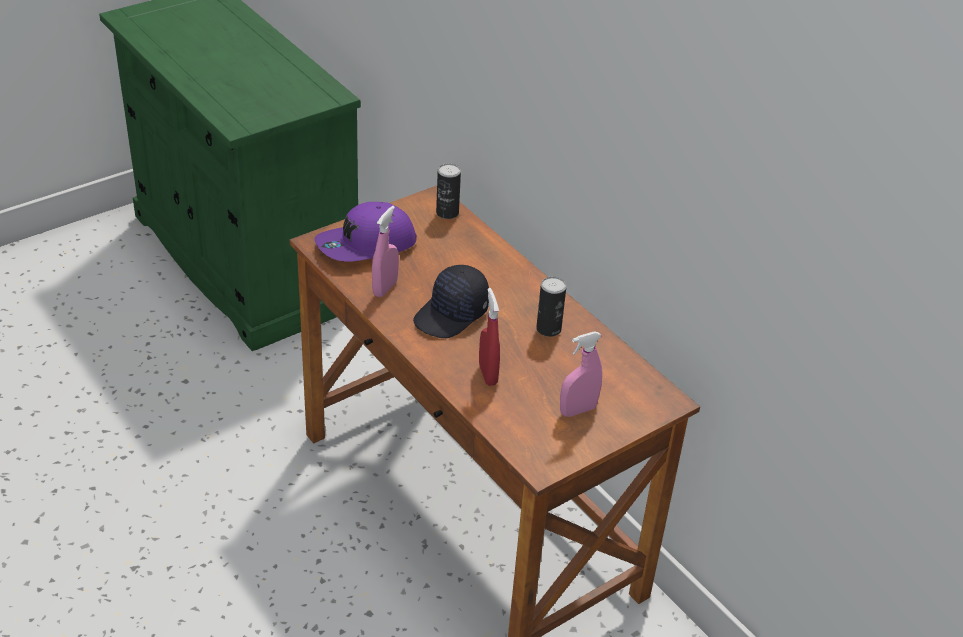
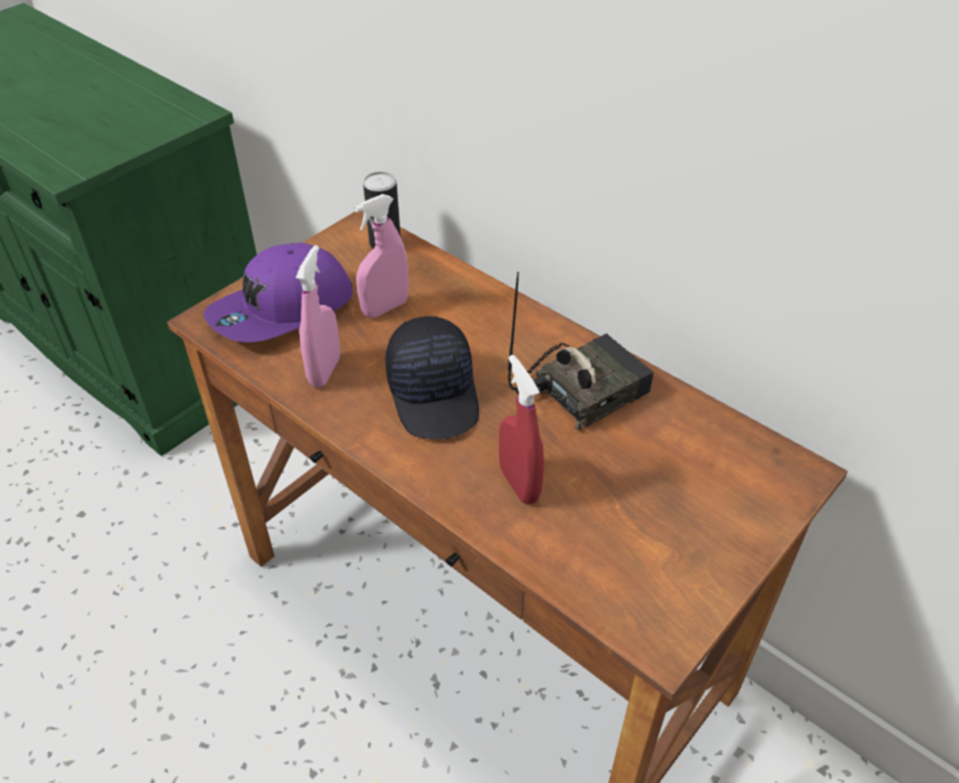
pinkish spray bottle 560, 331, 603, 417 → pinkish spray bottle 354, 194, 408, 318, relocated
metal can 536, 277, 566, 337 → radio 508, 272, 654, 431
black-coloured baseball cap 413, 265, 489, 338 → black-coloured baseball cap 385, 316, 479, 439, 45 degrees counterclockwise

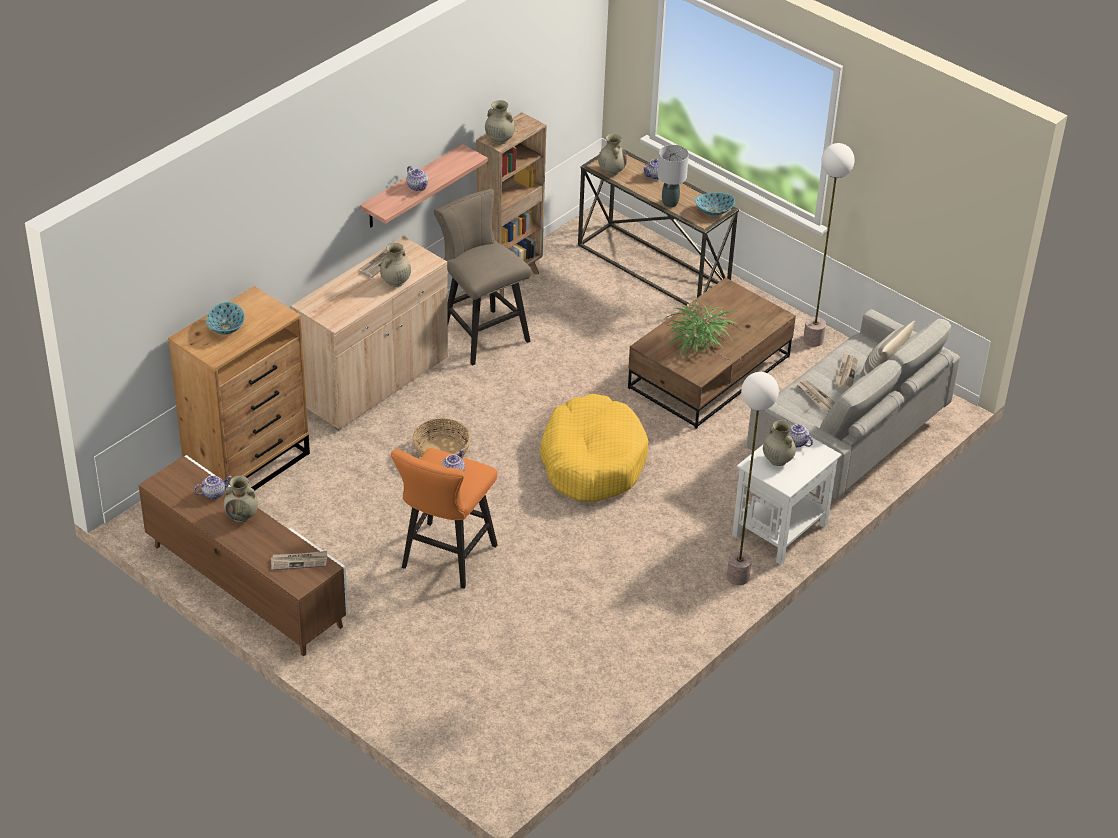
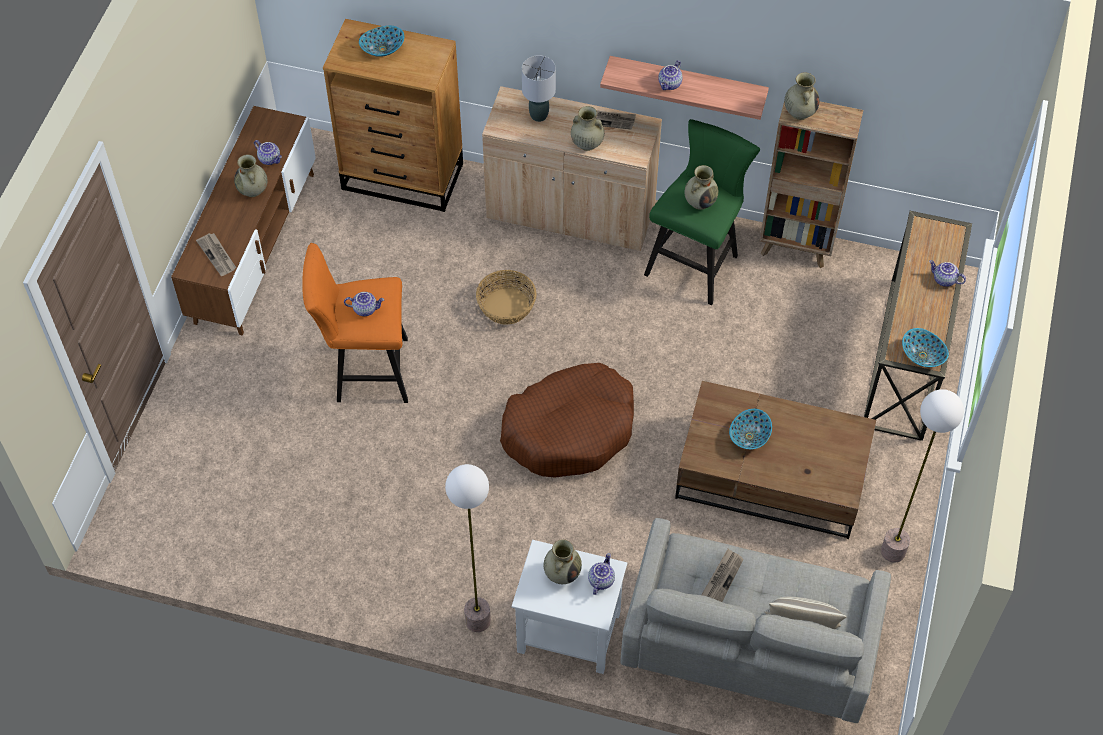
newspaper 834, 353, 858, 390 → -
beige-coloured flower vase 598, 134, 627, 175 → beige-coloured flower vase 685, 165, 718, 210, relocated
grey tabletop lamp 658, 145, 689, 208 → grey tabletop lamp 522, 55, 556, 122, relocated
houseplant 665, 299, 739, 357 → bowl 729, 409, 772, 449
beige-coloured sitting stool 434, 189, 531, 366 → green-coloured sitting stool 644, 119, 760, 305
yellow dog cushion 540, 394, 648, 502 → brown-coloured dog cushion 500, 363, 634, 478

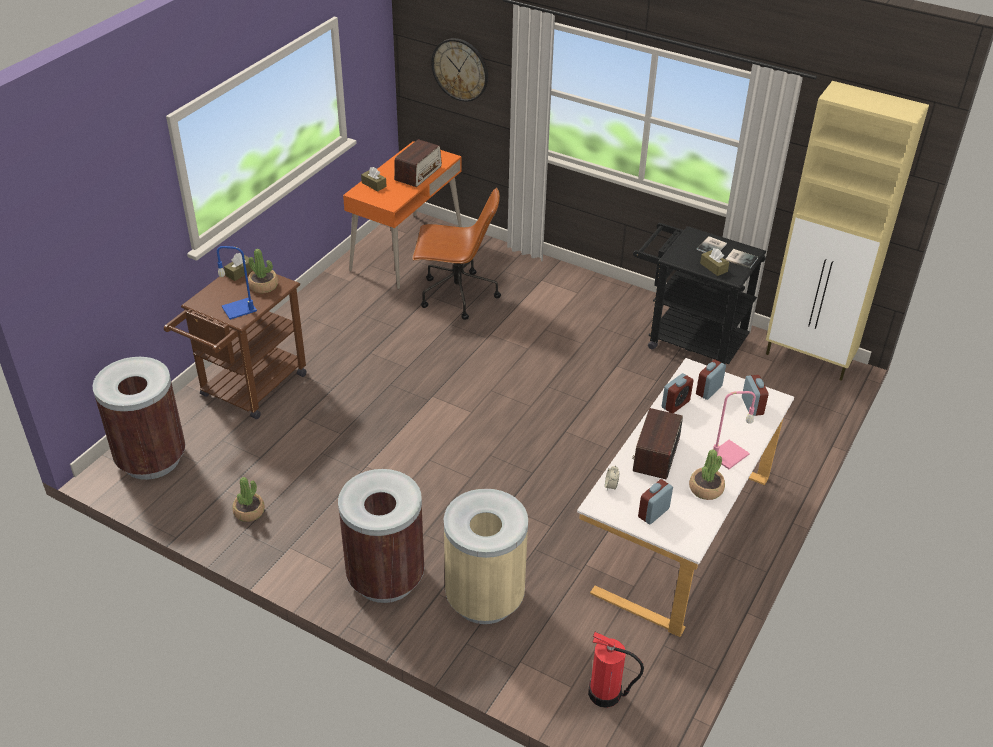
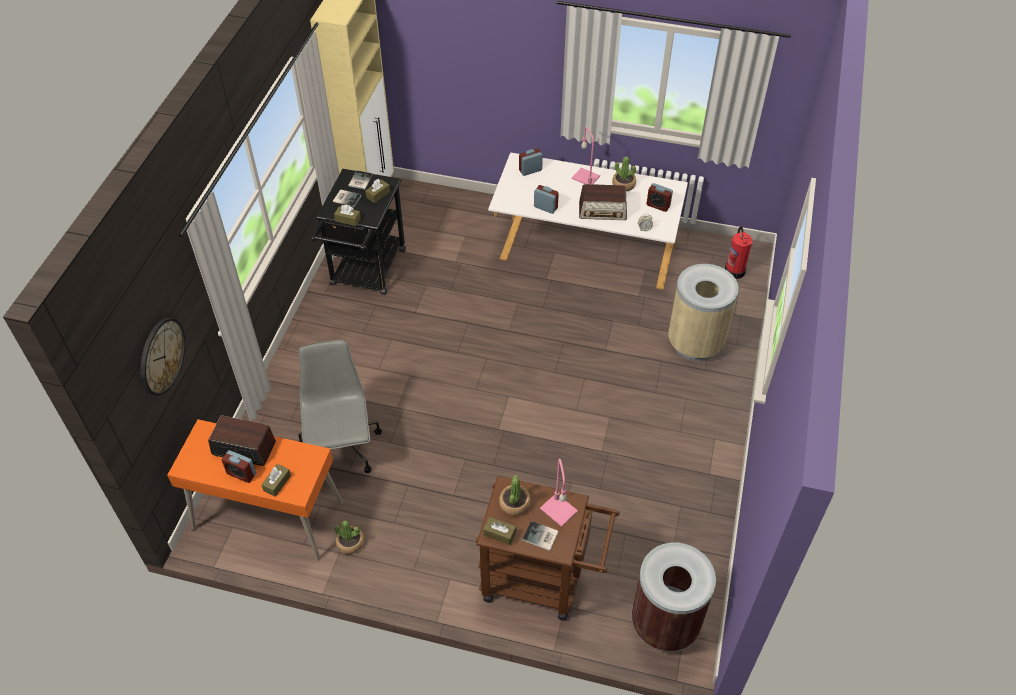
brown-coloured rubbish bin 338, 469, 424, 603 → -
- → brown-coloured tissue holder 334, 205, 361, 226
- → volume 522, 521, 559, 551
houseplant 232, 477, 265, 522 → houseplant 334, 520, 364, 554, relocated
bedside clock 696, 359, 726, 400 → bedside clock 222, 450, 256, 483, relocated
blue tabletop lamp 217, 246, 257, 320 → pinkish tabletop lamp 540, 459, 578, 527
brown-coloured office chair 412, 188, 501, 320 → grey office chair 298, 340, 382, 473

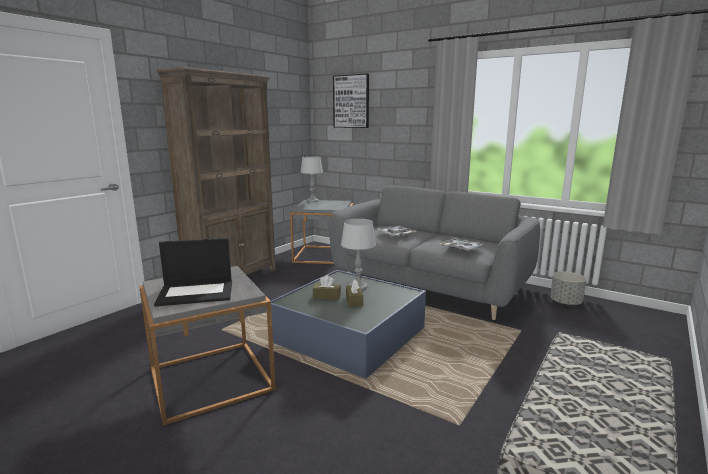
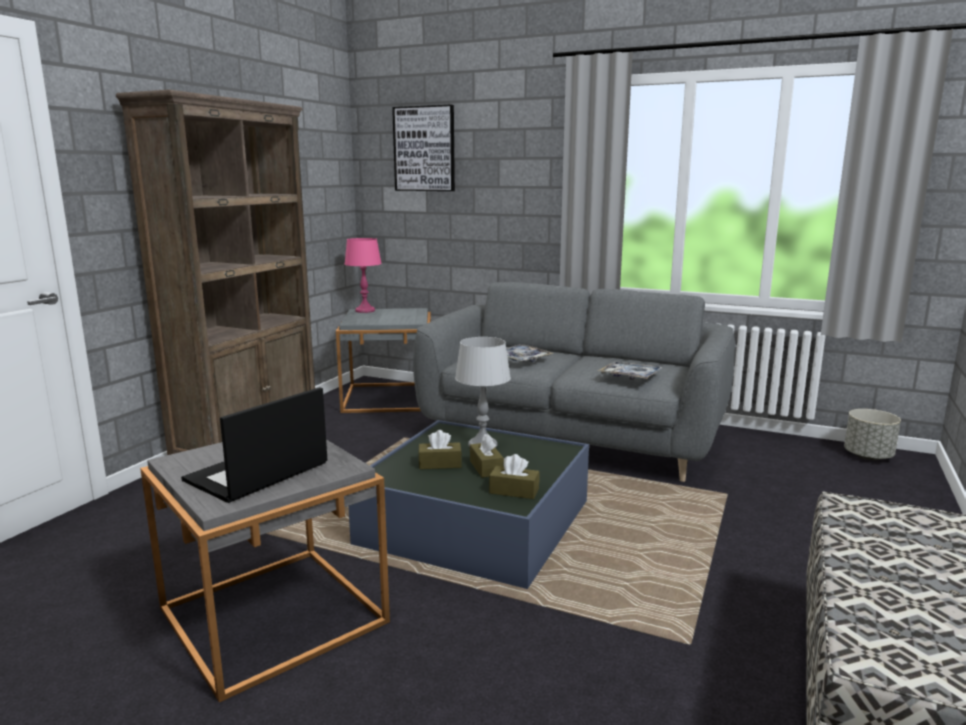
- → brown-coloured tissue holder 489, 454, 539, 499
grey planter 550, 271, 586, 306 → grey planter 844, 409, 901, 460, relocated
grey tabletop lamp 300, 156, 323, 202 → pinkish tabletop lamp 344, 238, 382, 313
notebook computer 154, 238, 232, 307 → notebook computer 181, 387, 327, 503, 150 degrees clockwise

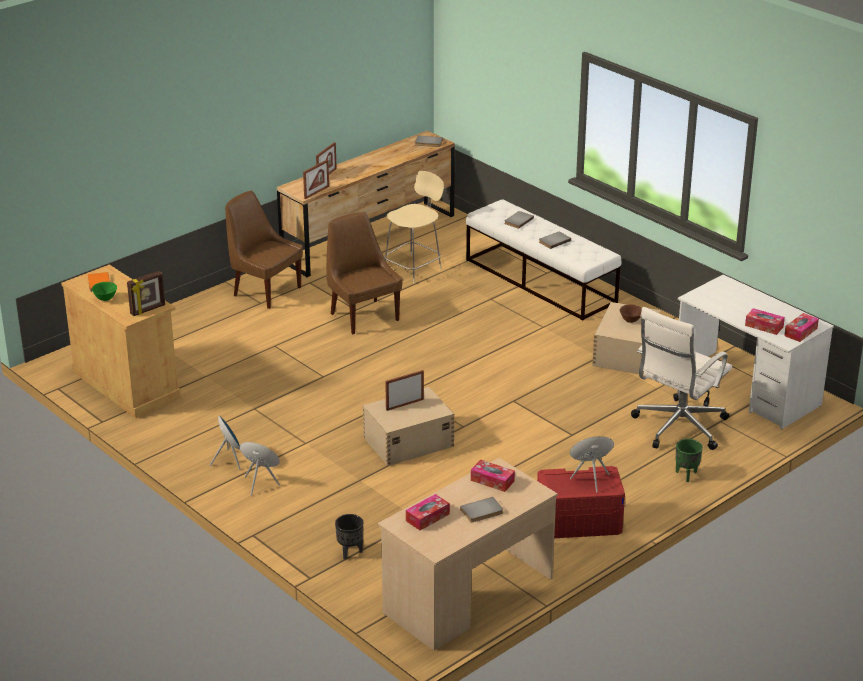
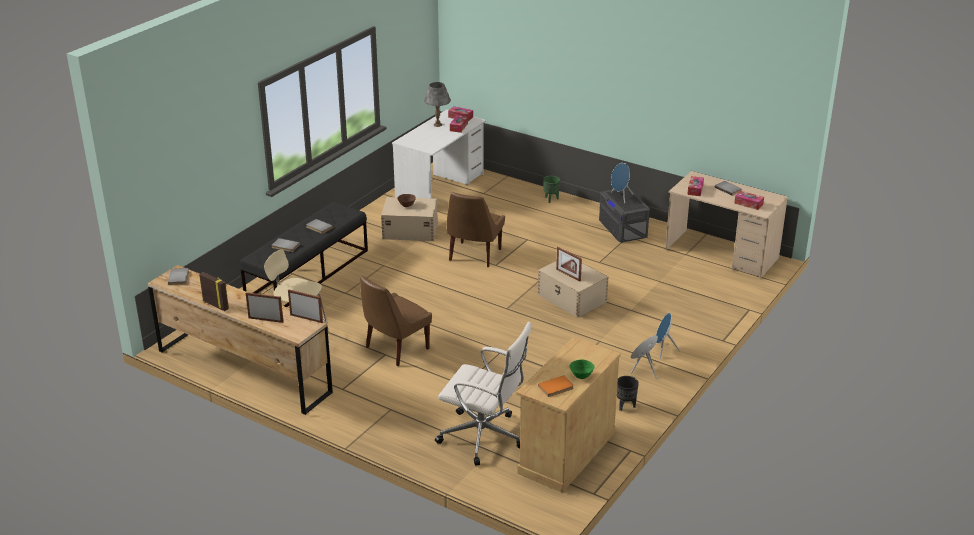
- → grey tabletop lamp 424, 82, 451, 127
picture frame 127, 271, 165, 316 → picture frame 199, 272, 229, 311, relocated
brown-coloured upright chair 225, 191, 303, 309 → brown-coloured upright chair 447, 192, 505, 267, relocated
black-coloured planter 335, 514, 363, 560 → black-coloured planter 617, 376, 639, 411, relocated
white-coloured office chair 631, 307, 732, 450 → white-coloured office chair 435, 322, 532, 466, relocated
white-coloured bench 466, 199, 621, 321 → black-coloured bench 239, 202, 368, 307
red storage container 537, 466, 625, 538 → grey storage container 599, 187, 650, 243

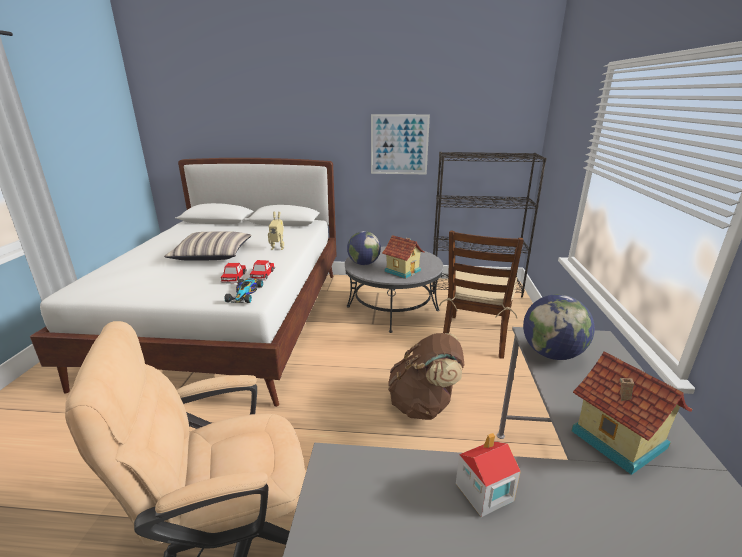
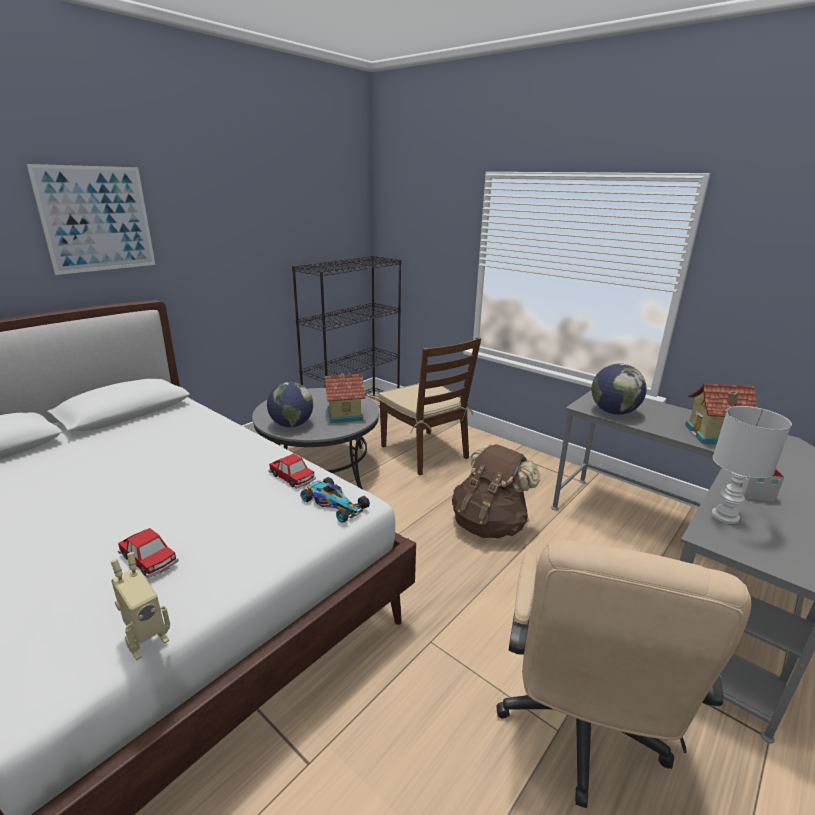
cushion 164, 231, 252, 261 → -
- → white-coloured tabletop lamp 712, 406, 792, 524
toy car 221, 263, 247, 284 → toy car 118, 528, 179, 578, relocated
toy robot 268, 212, 284, 250 → toy robot 111, 552, 170, 660, relocated
wall picture 371, 114, 430, 174 → wall picture 26, 164, 155, 275, relocated

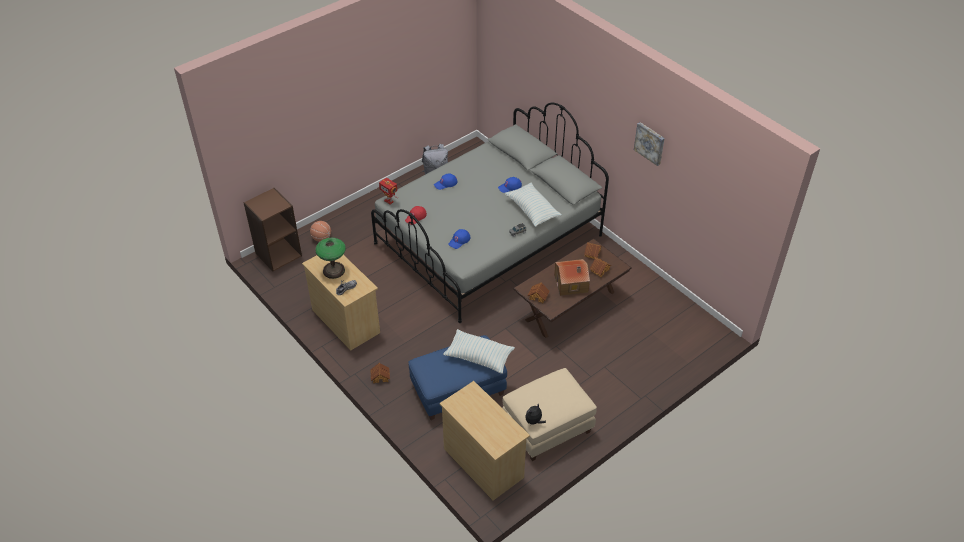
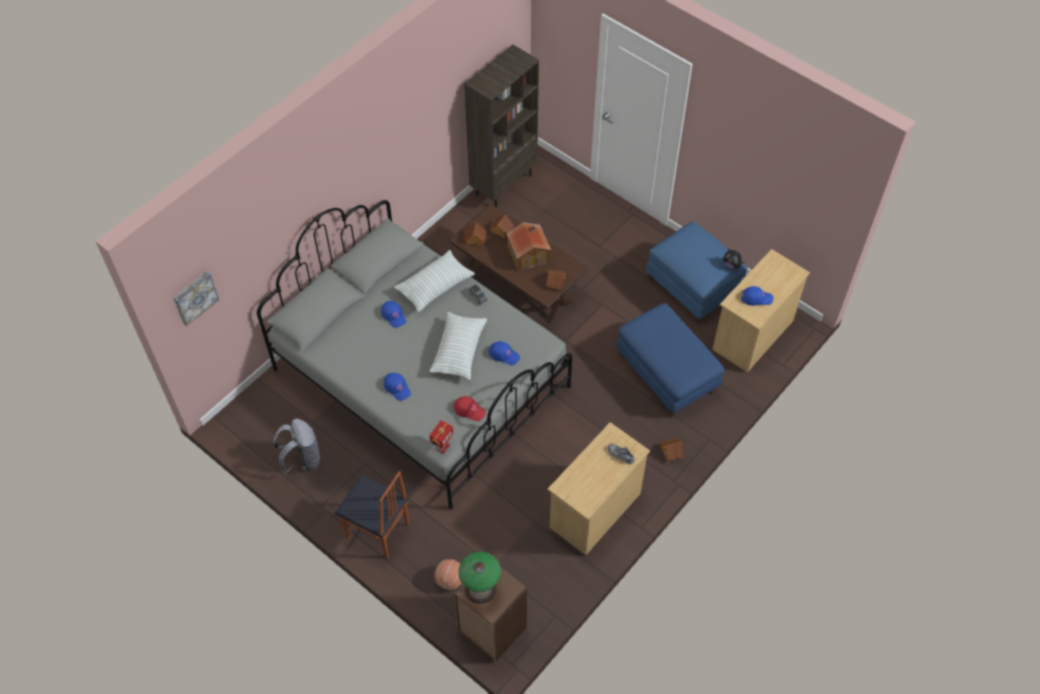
- → upright chair 335, 471, 409, 559
- → brown-coloured shelving unit 464, 44, 539, 207
- → blue baseball cap 741, 286, 774, 306
tabletop lamp 315, 238, 346, 279 → tabletop lamp 459, 552, 501, 604, relocated
cushion 443, 329, 515, 374 → cushion 429, 312, 487, 380, relocated
wall picture 634, 122, 665, 166 → wall picture 173, 271, 219, 326, relocated
beige-coloured footrest 502, 368, 597, 461 → blue footrest 646, 221, 747, 323

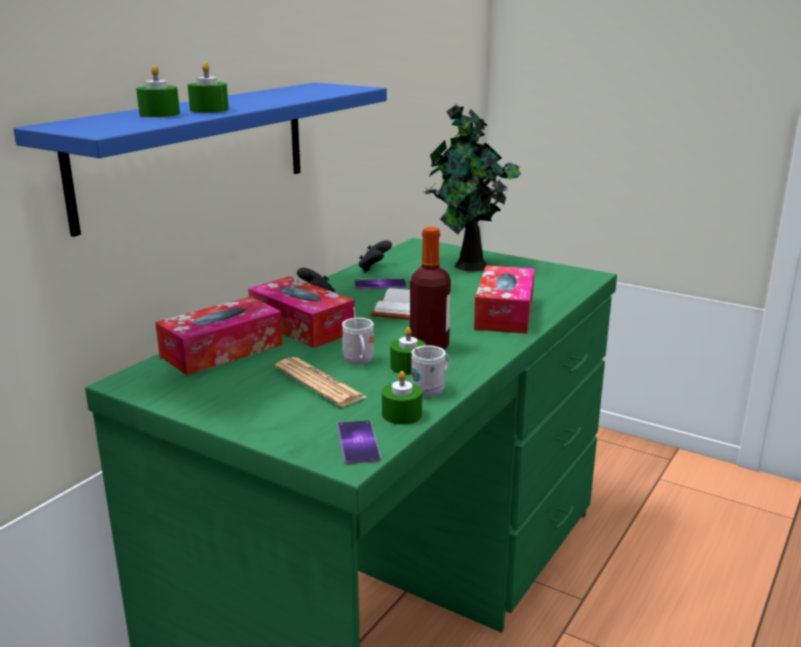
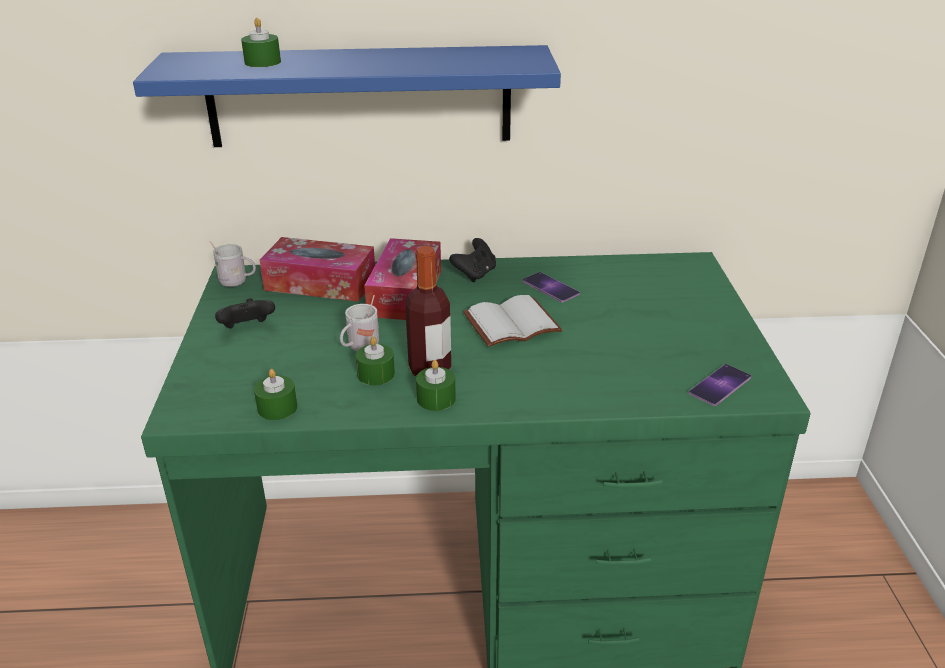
newspaper 275, 357, 366, 407 → -
houseplant 424, 104, 521, 271 → -
tissue holder 474, 265, 535, 334 → -
green-coloured candle 188, 62, 229, 113 → green-coloured candle 416, 360, 456, 411, relocated
telephone 337, 420, 381, 464 → telephone 689, 364, 751, 406, relocated
black-coloured gamepad 359, 240, 392, 272 → black-coloured gamepad 215, 298, 275, 328, relocated
white-coloured tea mug 411, 345, 449, 397 → white-coloured tea mug 209, 241, 256, 287, relocated

